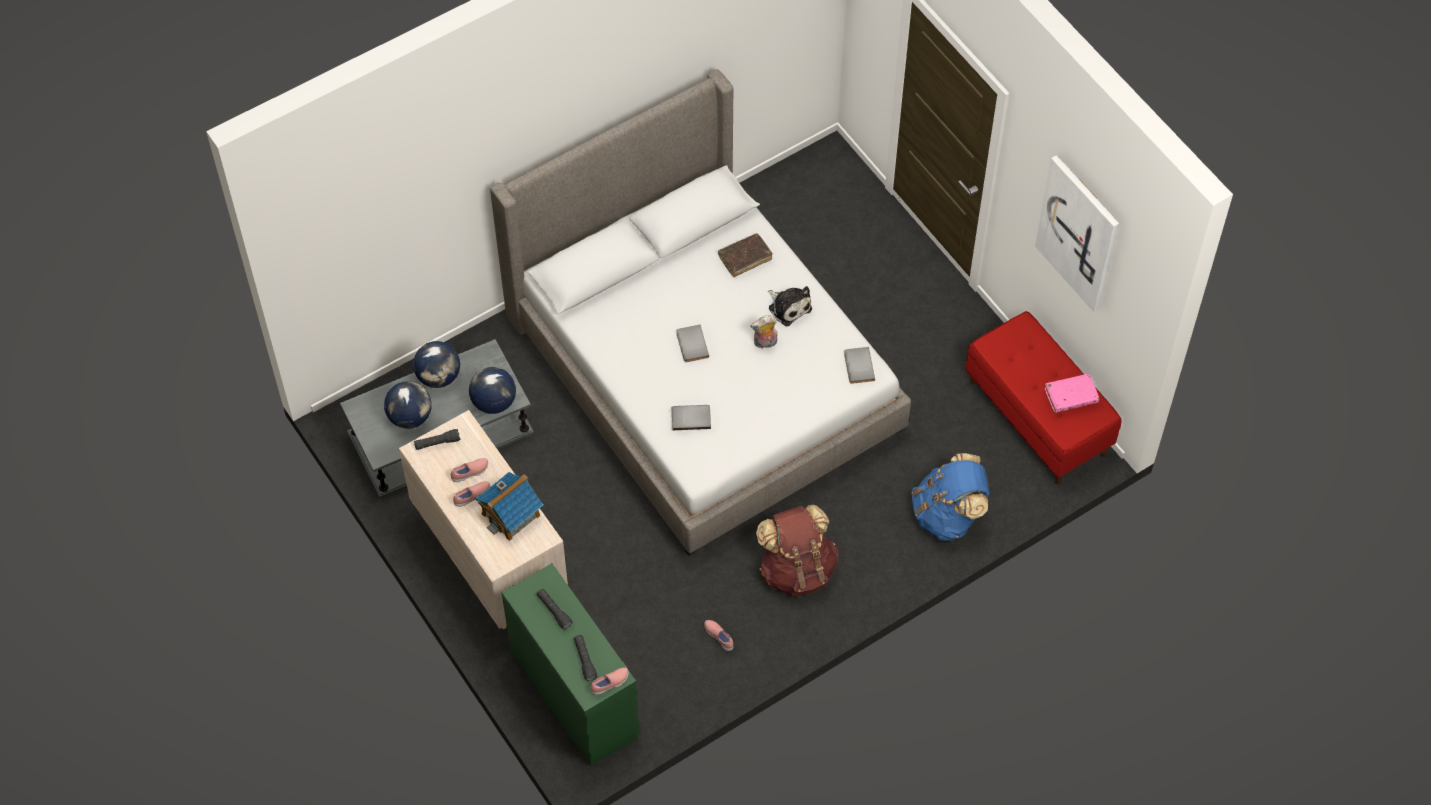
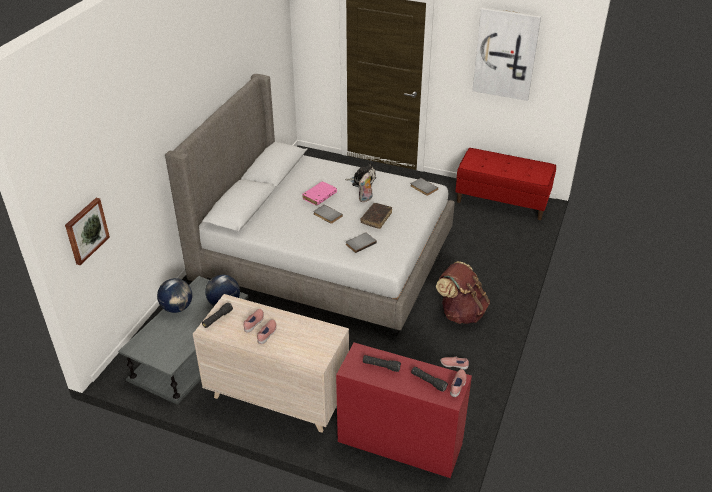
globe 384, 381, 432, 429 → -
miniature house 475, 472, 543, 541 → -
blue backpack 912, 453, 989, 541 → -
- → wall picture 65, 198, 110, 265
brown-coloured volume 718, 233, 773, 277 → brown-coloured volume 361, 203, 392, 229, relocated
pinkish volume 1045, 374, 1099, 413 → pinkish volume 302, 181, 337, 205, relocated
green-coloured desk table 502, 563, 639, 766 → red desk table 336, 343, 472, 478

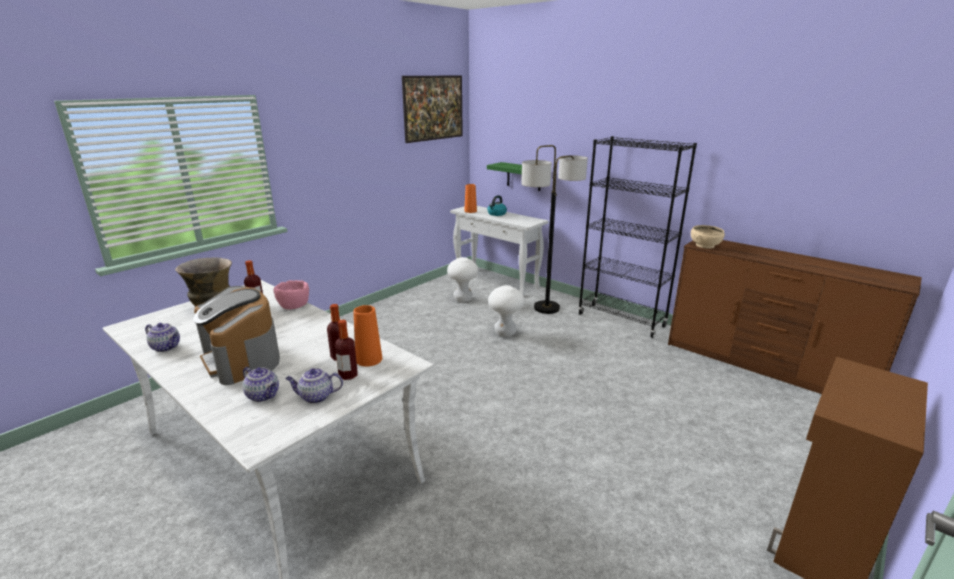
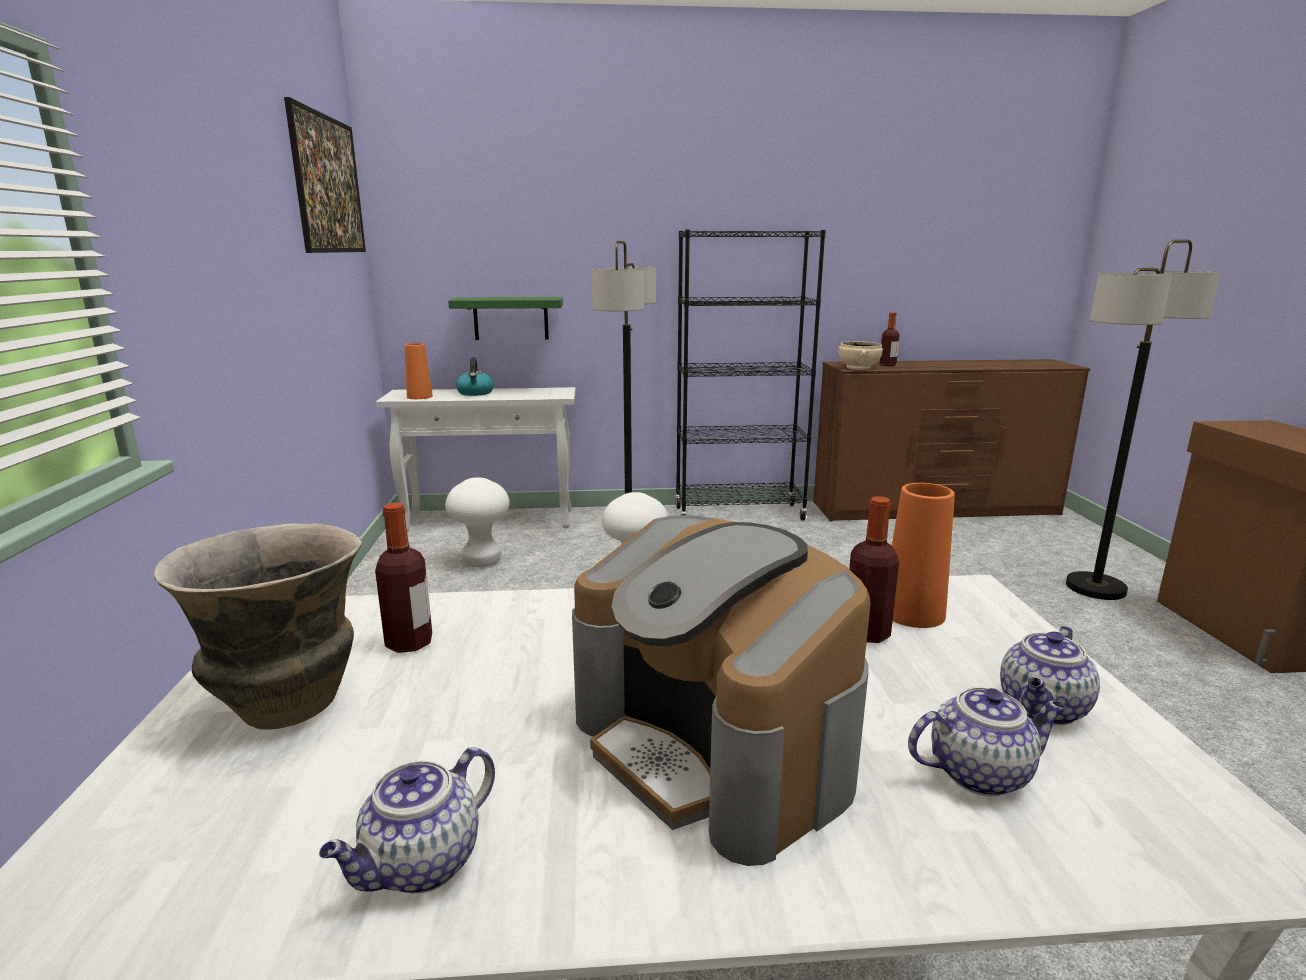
pinkish bowl 274, 280, 309, 310 → -
- → floor lamp 1066, 240, 1221, 600
bottle 335, 320, 358, 380 → bottle 879, 312, 899, 366, relocated
pot for tea 145, 323, 180, 352 → pot for tea 319, 747, 495, 893, 150 degrees clockwise
coffee brewer 193, 286, 280, 385 → coffee brewer 572, 515, 870, 866, 45 degrees clockwise

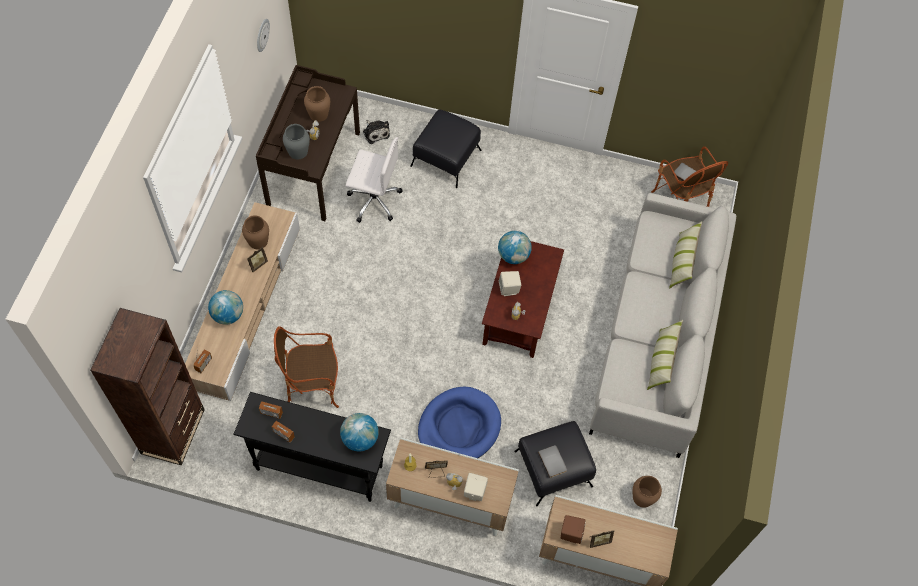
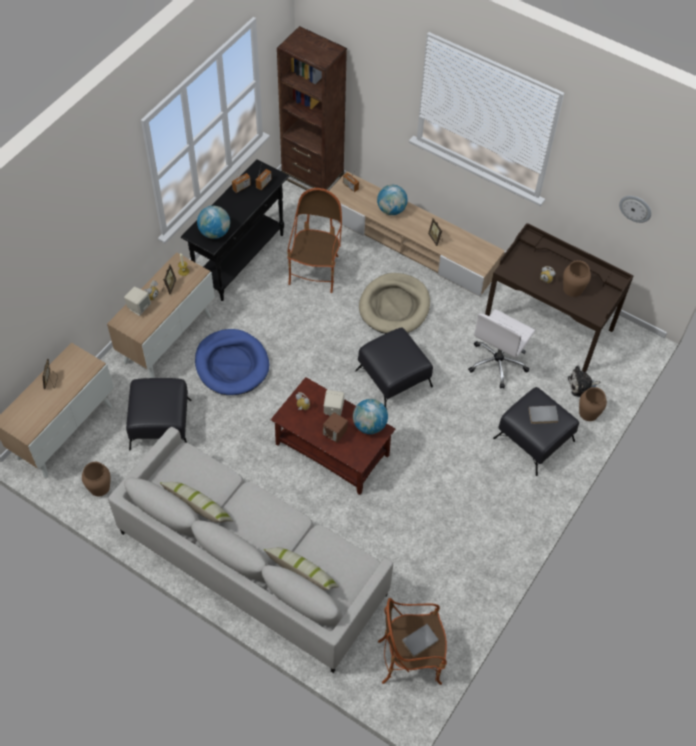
grey flower vase 283, 124, 310, 159 → -
- → black-coloured footrest 355, 328, 433, 408
- → beige-coloured dog cushion 359, 273, 430, 334
brown-coloured flower vase 242, 215, 269, 249 → brown-coloured flower vase 579, 387, 607, 421, relocated
grey volume 538, 445, 567, 478 → grey volume 528, 405, 559, 424, relocated
brown-coloured speaker 561, 515, 586, 544 → brown-coloured speaker 322, 413, 348, 443, relocated

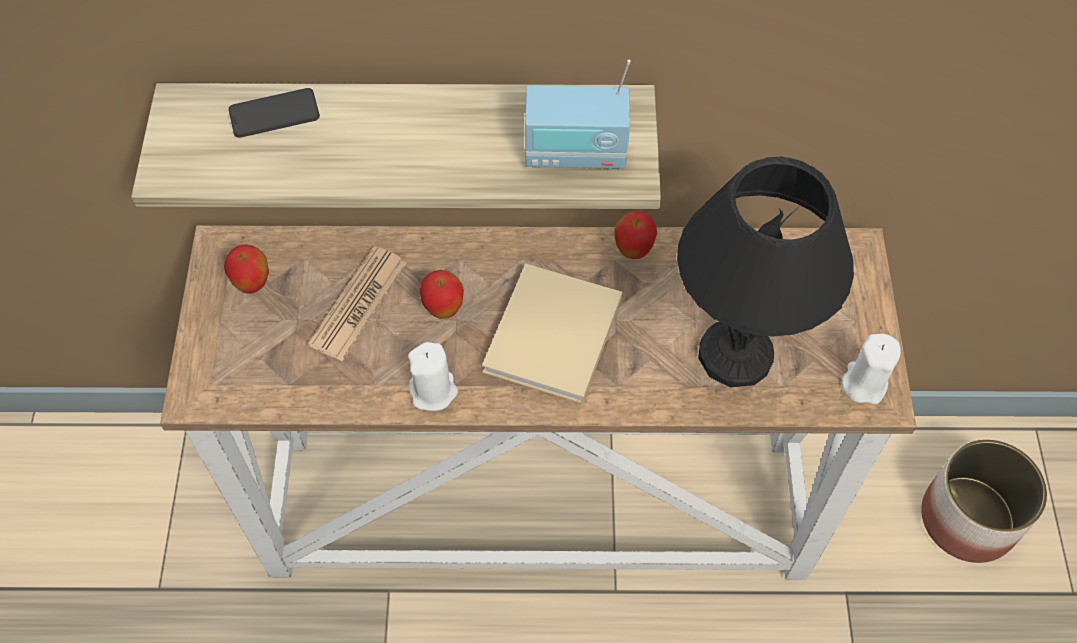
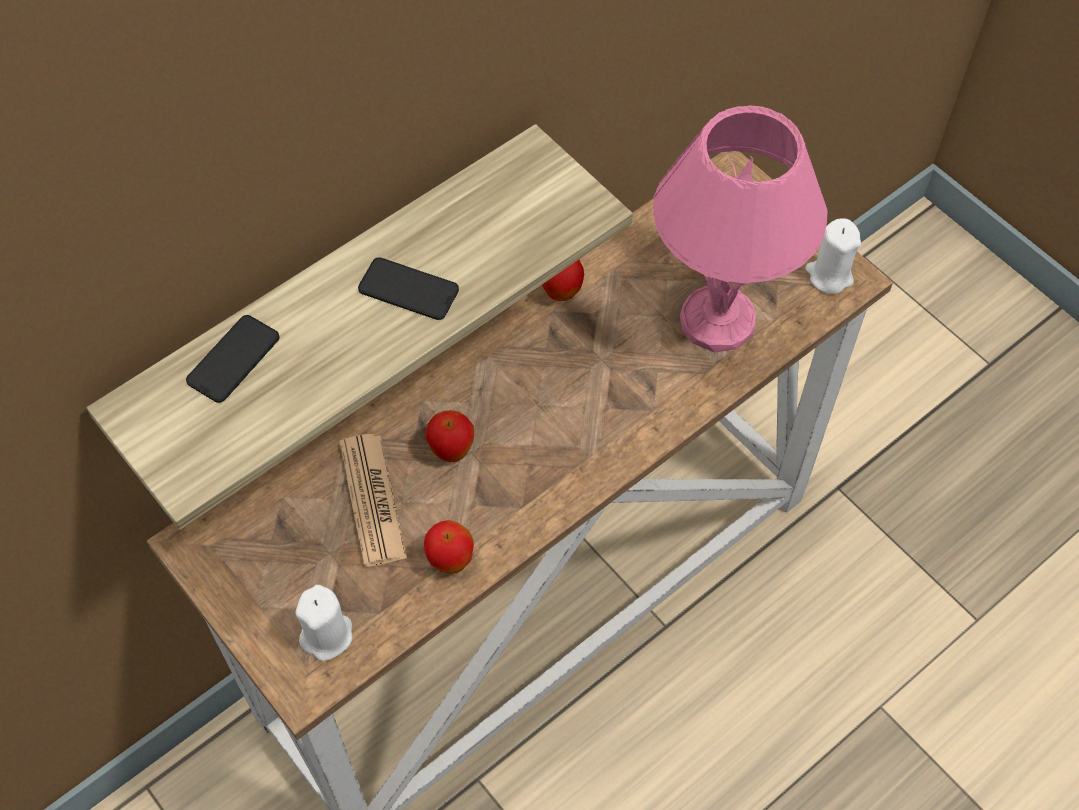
beige-coloured volume 482, 263, 622, 404 → -
radio 525, 60, 631, 169 → -
planter 921, 439, 1047, 563 → -
- → telephone 358, 257, 459, 320
apple fruit 224, 244, 269, 294 → apple fruit 424, 520, 474, 574, relocated
white-coloured candle 408, 342, 458, 411 → white-coloured candle 295, 585, 352, 661, relocated
black-coloured tabletop lamp 677, 156, 854, 387 → pinkish tabletop lamp 653, 105, 828, 352

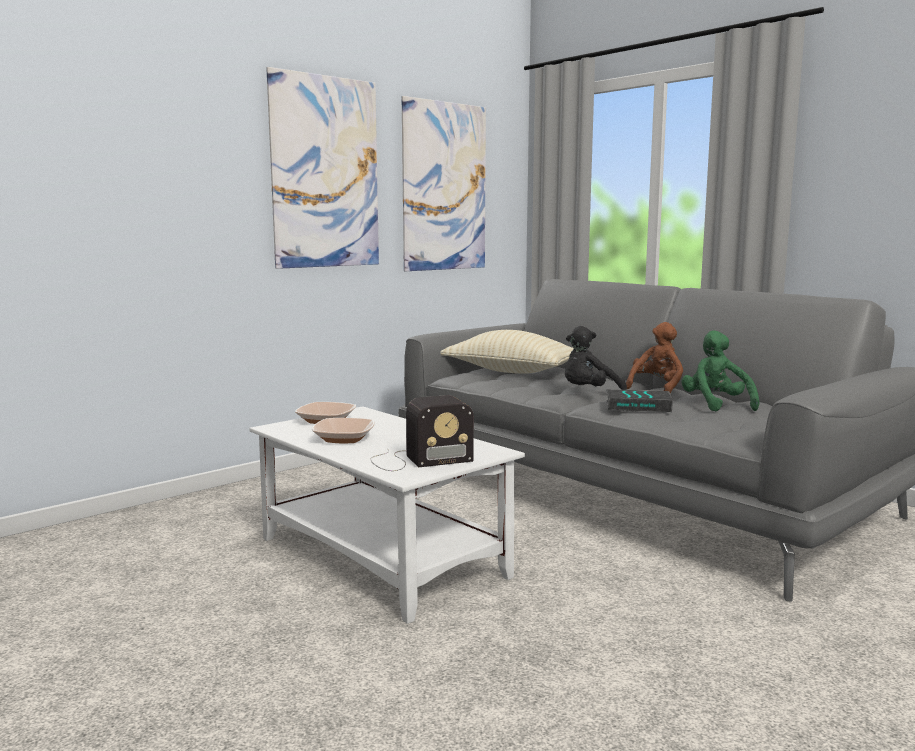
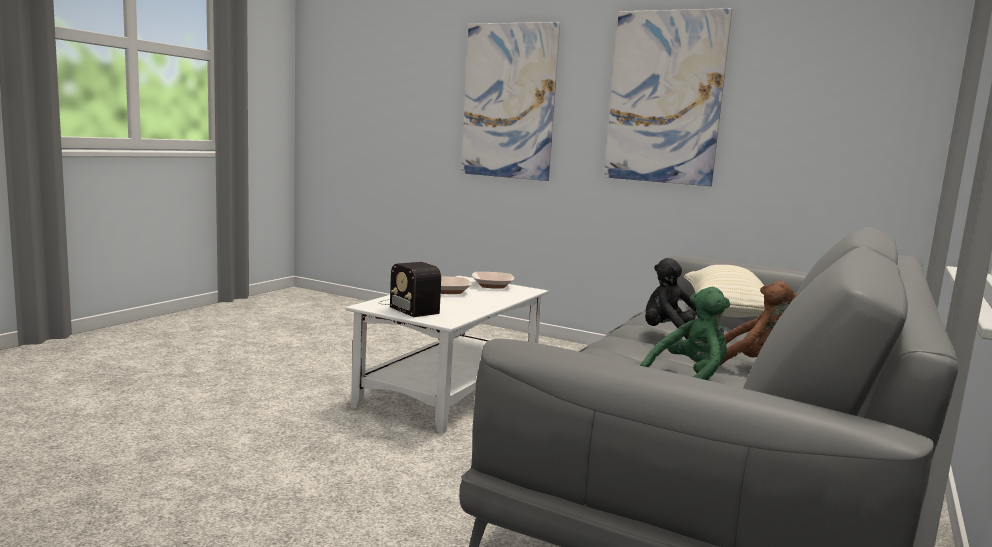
volume 606, 389, 673, 412 → -
wall picture 402, 96, 486, 271 → wall picture 461, 22, 560, 181, relocated

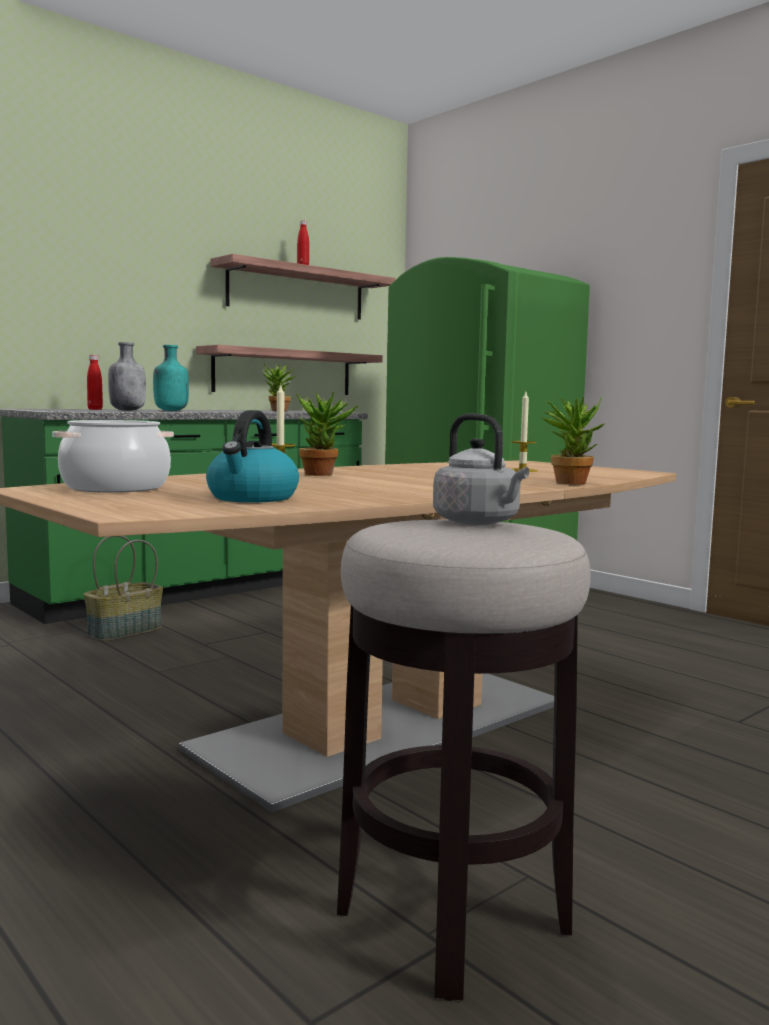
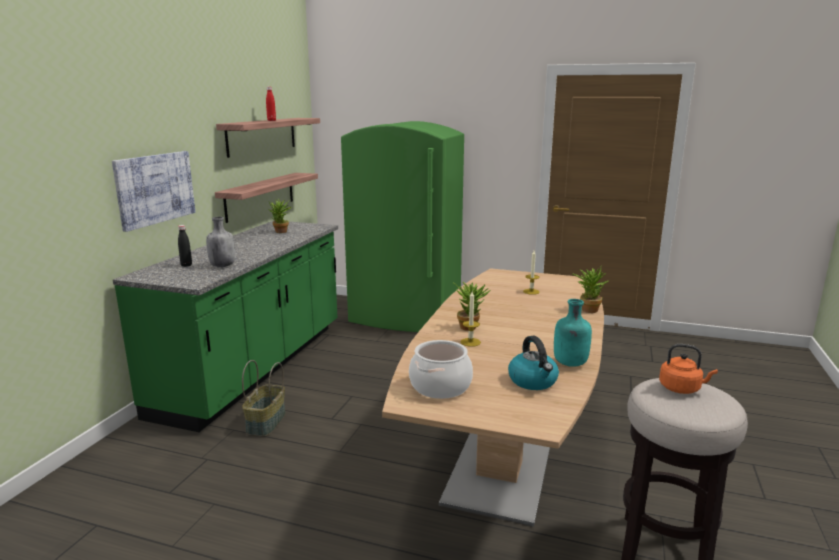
- → wall picture 112, 151, 196, 232
turquoise-coloured bottle 153, 345, 189, 411 → turquoise-coloured bottle 554, 299, 592, 367, relocated
red bottle 87, 355, 103, 410 → black-coloured bottle 178, 225, 192, 267
grey tea kettle 433, 413, 529, 525 → orangey tea kettle 659, 344, 718, 394

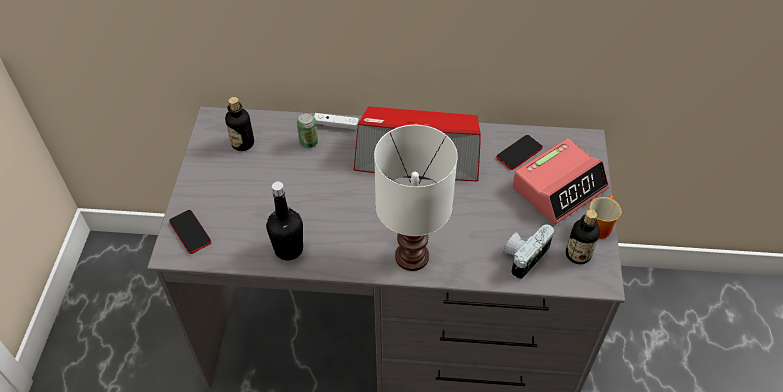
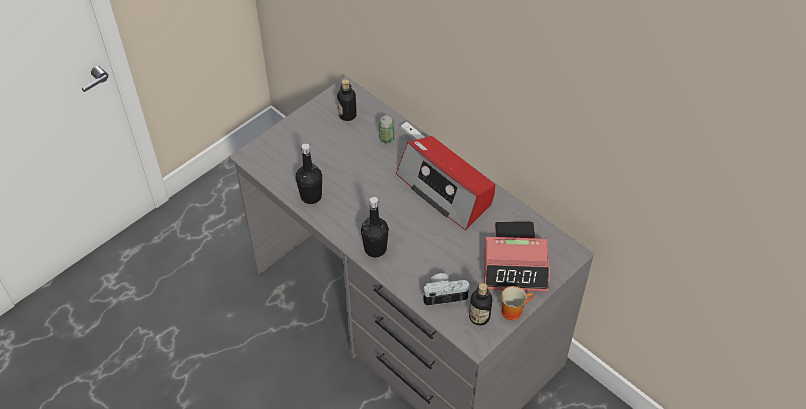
telephone 169, 210, 211, 254 → -
white-coloured tabletop lamp 374, 125, 458, 271 → black-coloured bottle 361, 197, 389, 257

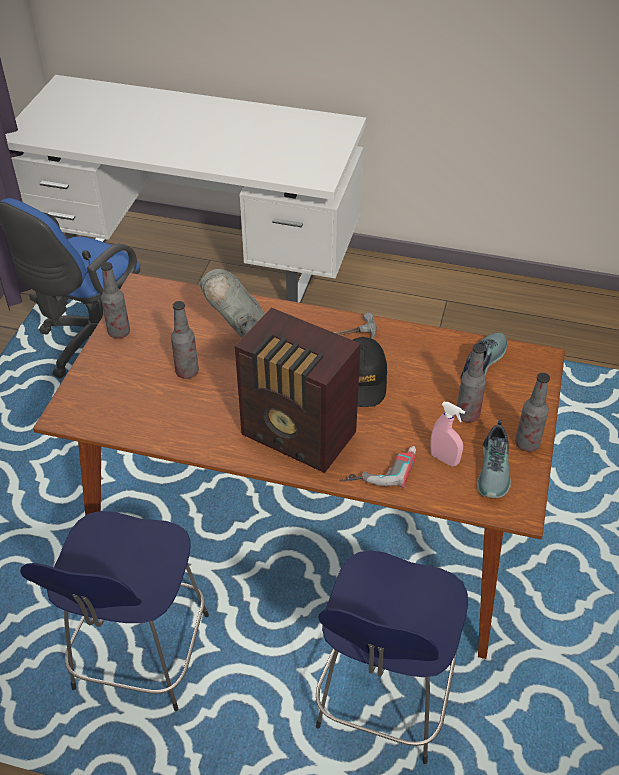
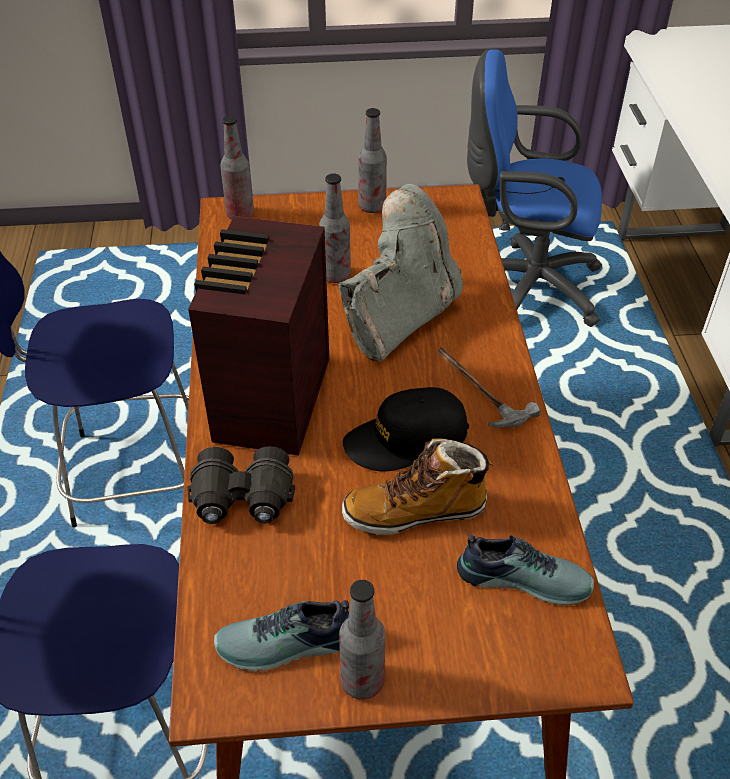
pinkish spray bottle 430, 402, 465, 467 → -
- → boot 342, 438, 493, 535
bottle 457, 344, 486, 422 → bottle 220, 115, 254, 219, relocated
drill 341, 446, 416, 488 → black-coloured binoculars 187, 446, 295, 524

